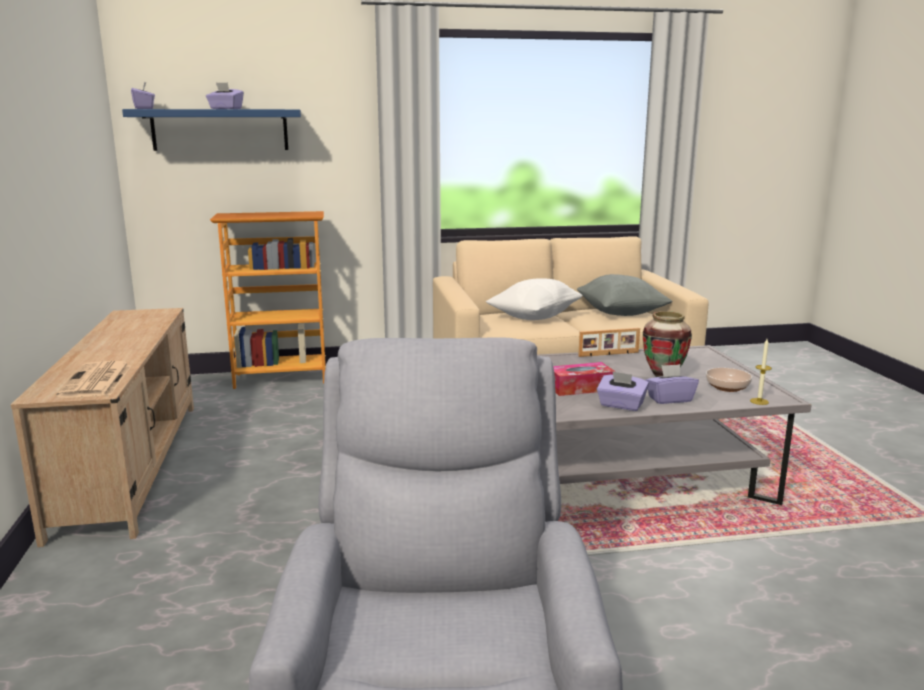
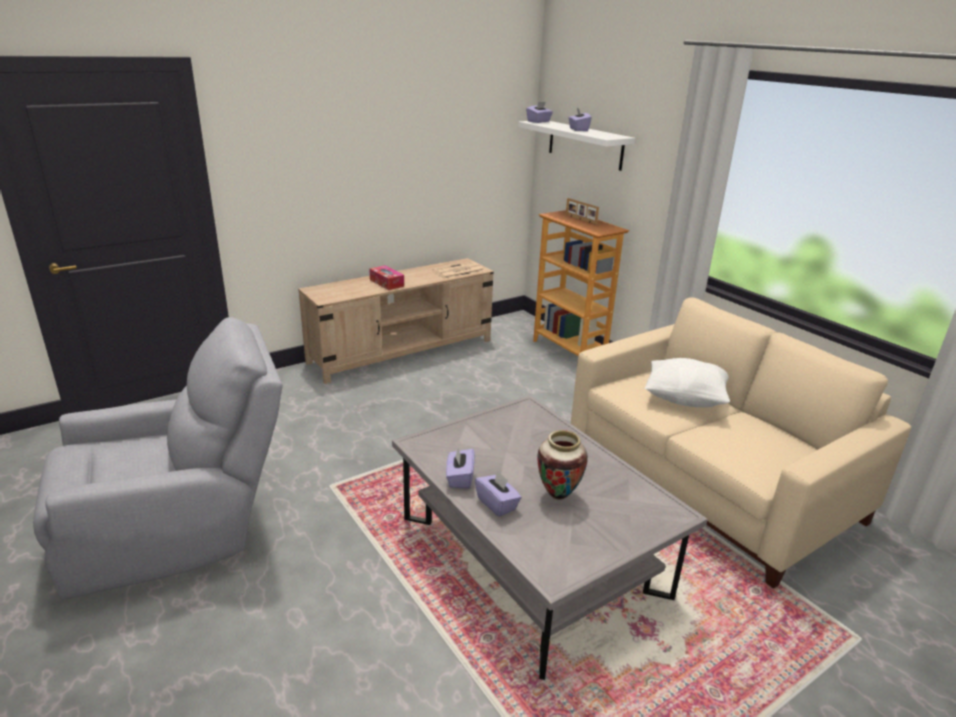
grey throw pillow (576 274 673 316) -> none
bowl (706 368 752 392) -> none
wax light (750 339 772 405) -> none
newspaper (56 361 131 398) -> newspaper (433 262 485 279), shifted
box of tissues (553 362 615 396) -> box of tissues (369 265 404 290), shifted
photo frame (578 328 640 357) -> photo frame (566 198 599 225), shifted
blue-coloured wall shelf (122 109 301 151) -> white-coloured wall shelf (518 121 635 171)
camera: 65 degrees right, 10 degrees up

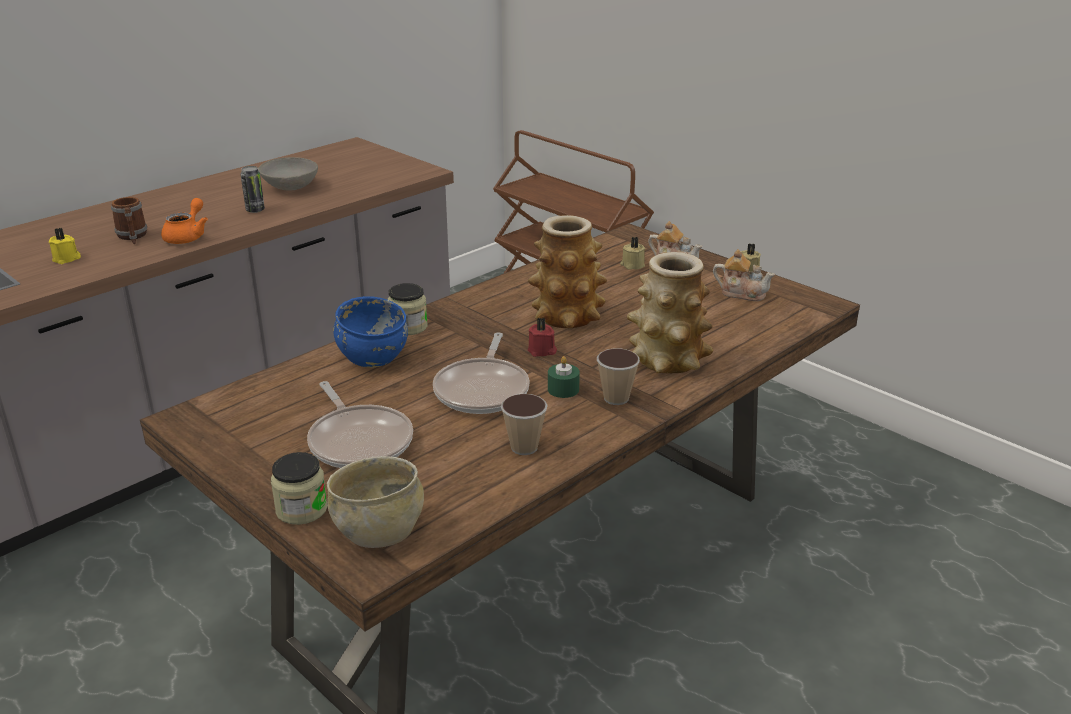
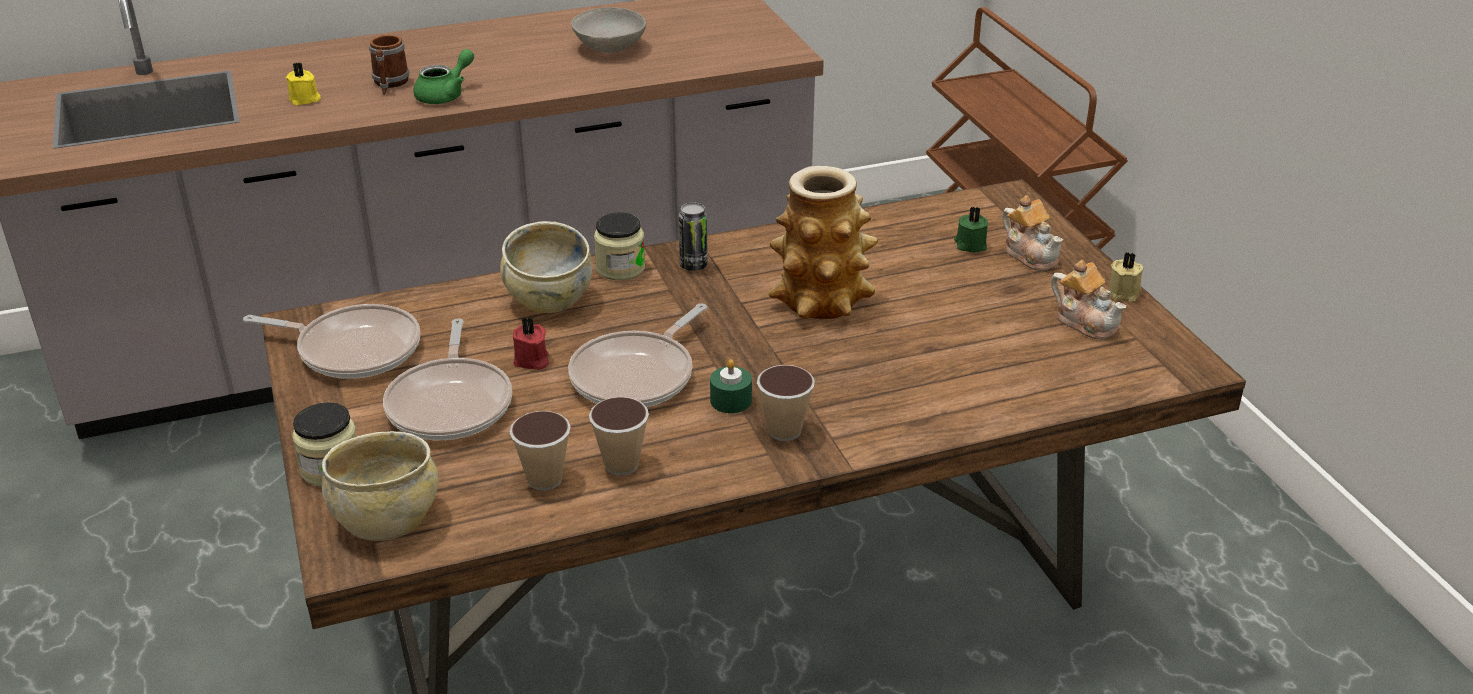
decorative vase (627 252 714 373) -> none
none -> skillet (243 304 421 379)
none -> drinking cup (510 411 571 491)
metal can (241 166 265 213) -> metal can (679 203 708 271), shifted
reddish wax light (528 318 557 357) -> reddish wax light (513 317 549 370), shifted
orange-coloured teapot (161 198 208 244) -> greenish teapot (413 49 474 104)
blue-coloured bowl (333 296 408 368) -> beige bowl (500 221 593 313)
beige wax light (620 237 645 269) -> greenish wax light (954 207 988 253)
camera: 25 degrees right, 5 degrees up

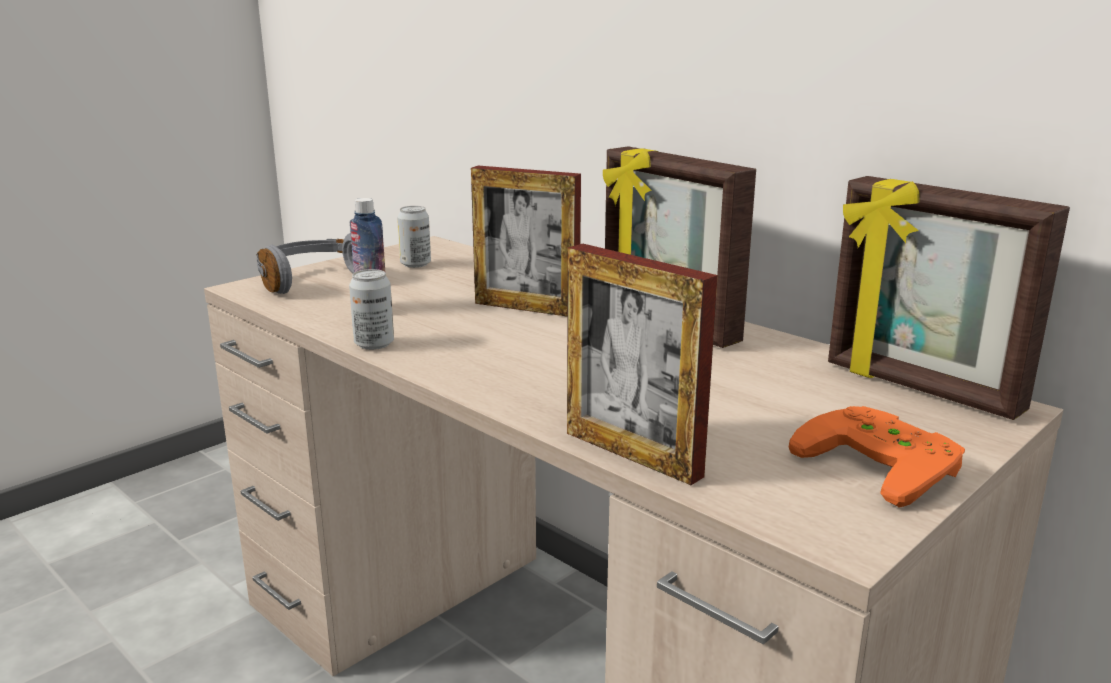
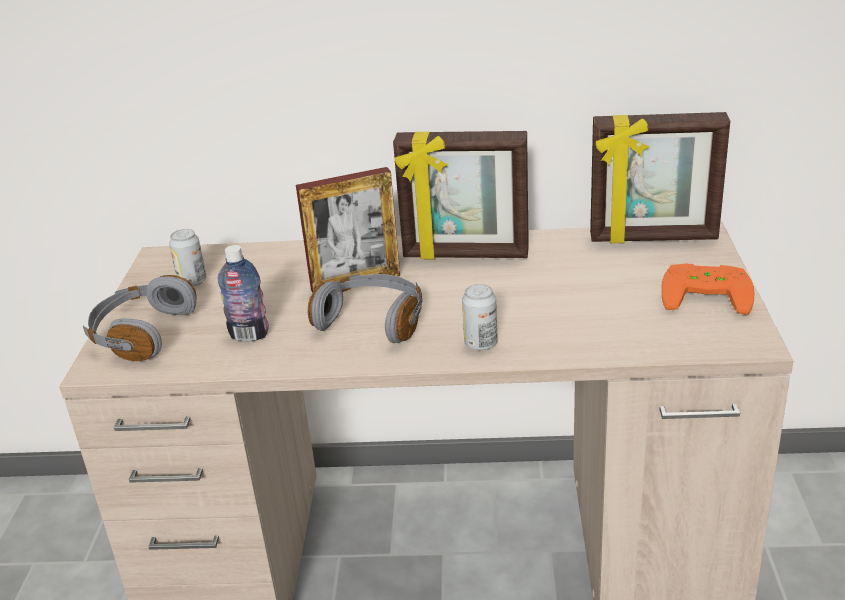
photo frame (567 244 718 485) -> none
none -> grey pair of headphones (308 274 422 343)
metal can (349 269 394 350) -> metal can (462 284 498 351), shifted
camera: 40 degrees left, 10 degrees up

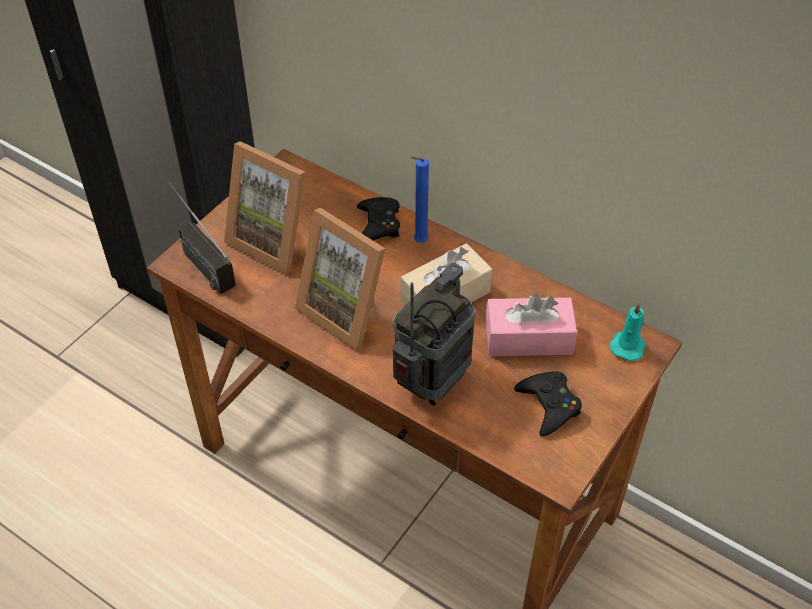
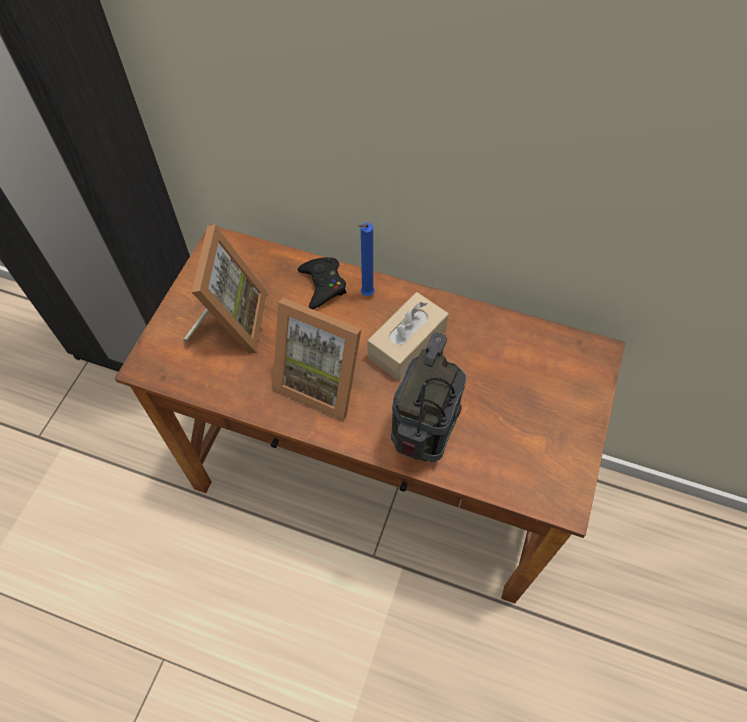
radio (167 179 236 294) -> none
pink box of tissues (485 294 577 356) -> none
black-coloured game controller (514 371 582 437) -> none
turquoise-coloured wax light (609 302 646 361) -> none
photo frame (224 141 305 274) -> photo frame (183 224 267 354), 105 degrees counterclockwise
camera: 15 degrees left, 10 degrees up

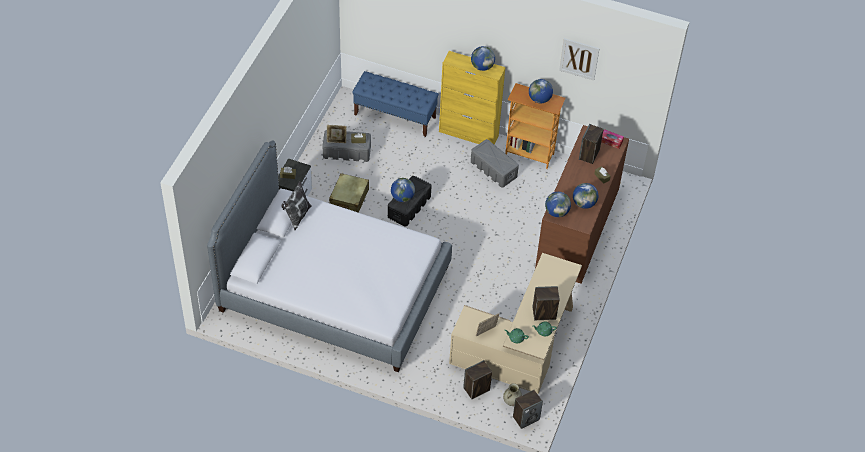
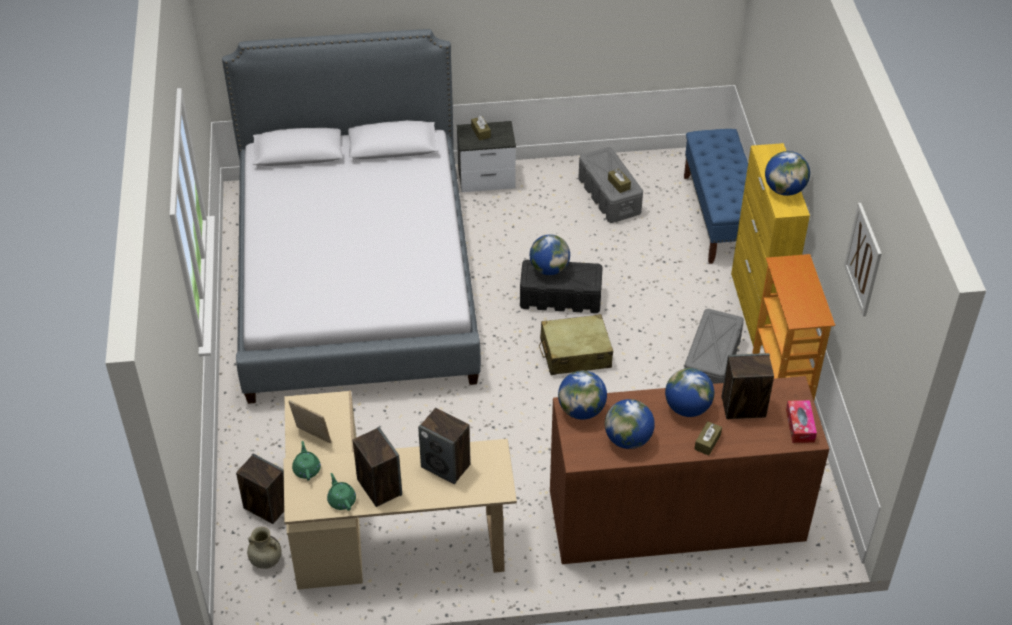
throw pillow (282 181 312 230) -> none
photo frame (327 125 347 143) -> none
beige suitcase (329 173 369 213) -> beige suitcase (539 314 613 375), shifted
audio speaker (513 390 543 429) -> audio speaker (418 408 471 484), shifted
desk globe (529 79 553 103) -> desk globe (665 368 714 417), shifted
camera: 65 degrees right, 5 degrees down

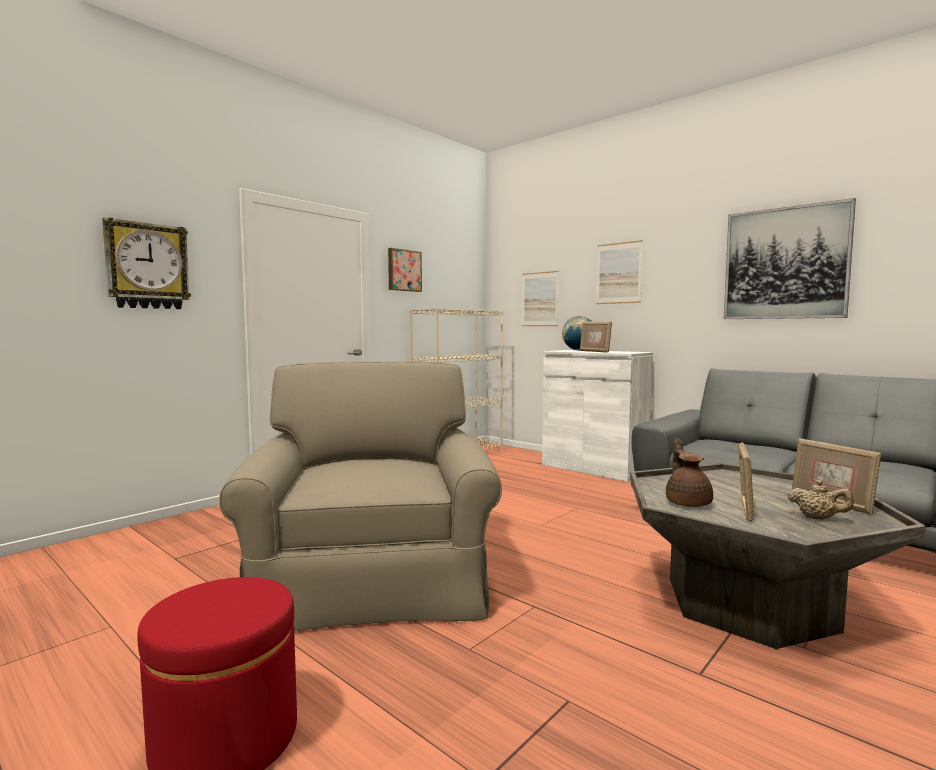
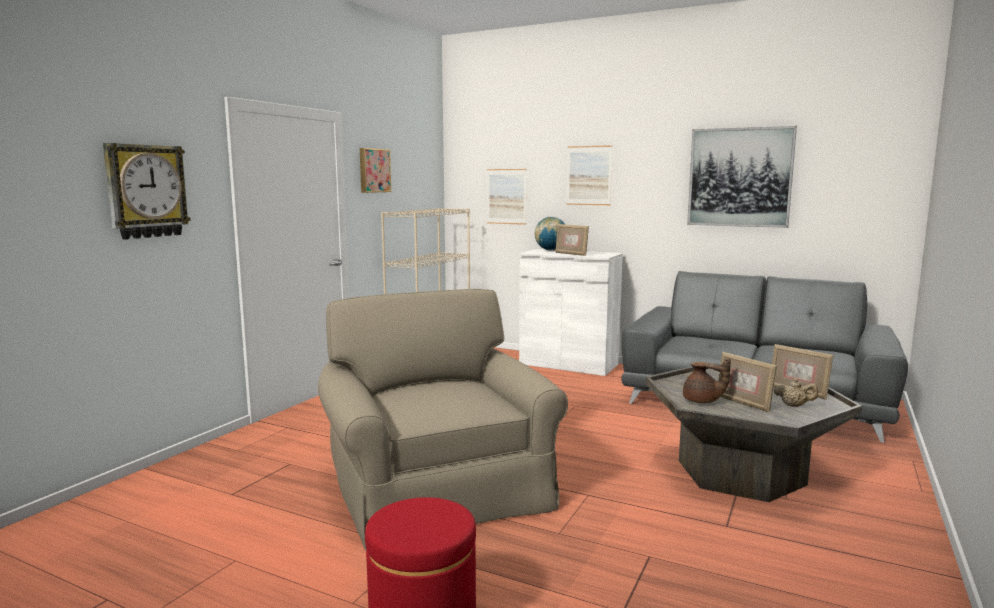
brown-coloured teapot (666 438 713 507) -> brown-coloured teapot (683 359 731 403), 135 degrees clockwise
photo frame (738 442 754 522) -> photo frame (718 352 777 412), 135 degrees clockwise
camera: 15 degrees left, 5 degrees up

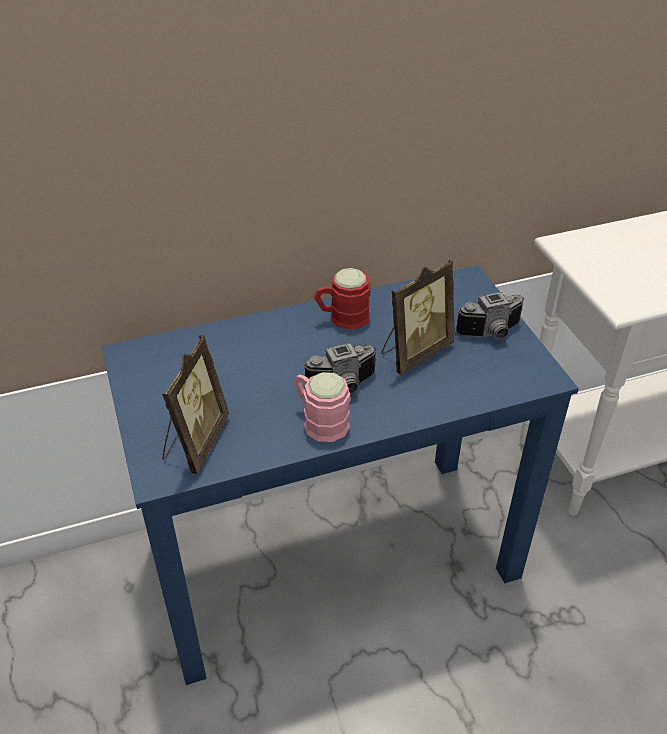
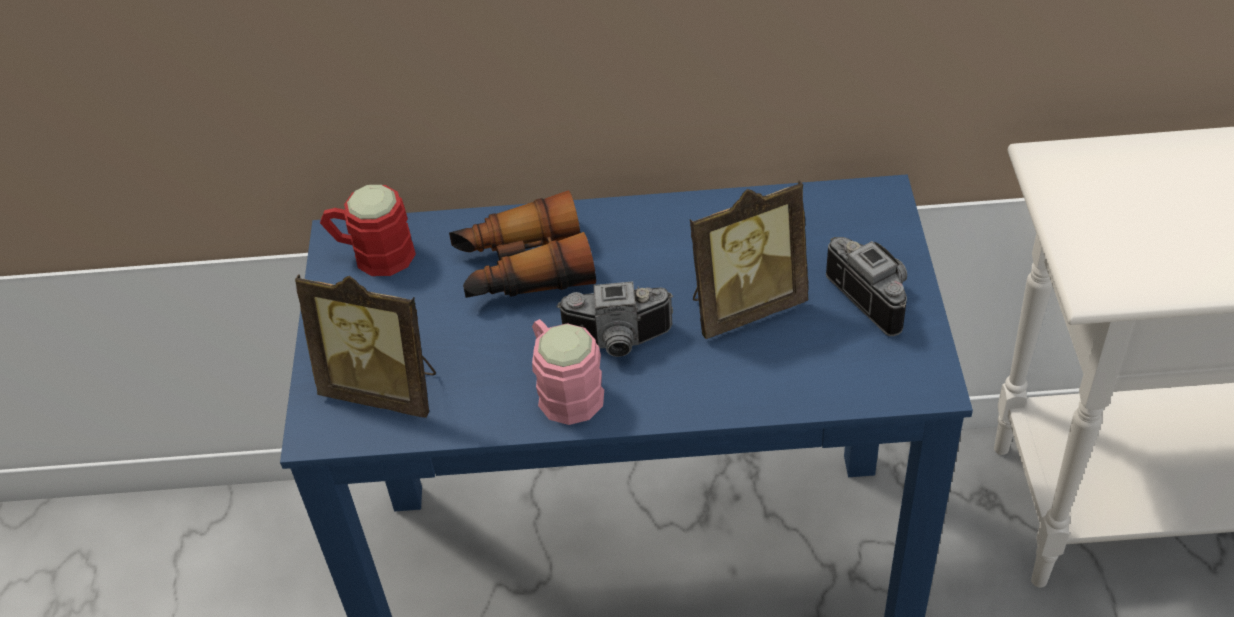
none -> pair of binoculars (449 190 596 298)
reddish coffee mug (314 268 371 330) -> reddish coffee mug (320 185 416 276), shifted
photo frame (162 335 229 474) -> photo frame (295 274 436 418), 75 degrees clockwise
photo camera (456 292 524 339) -> photo camera (826 237 907 336), 120 degrees counterclockwise
camera: 20 degrees right, 5 degrees up

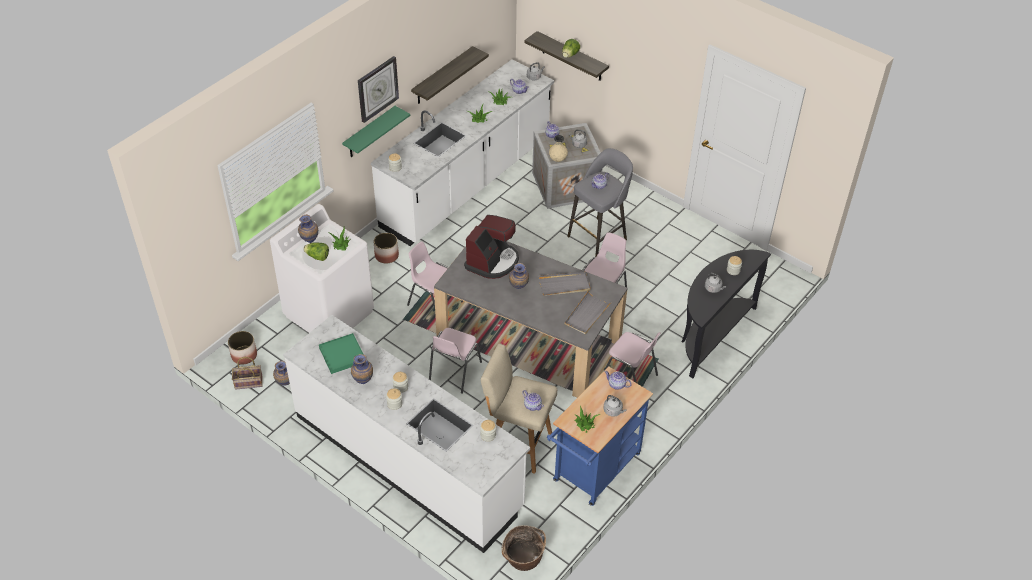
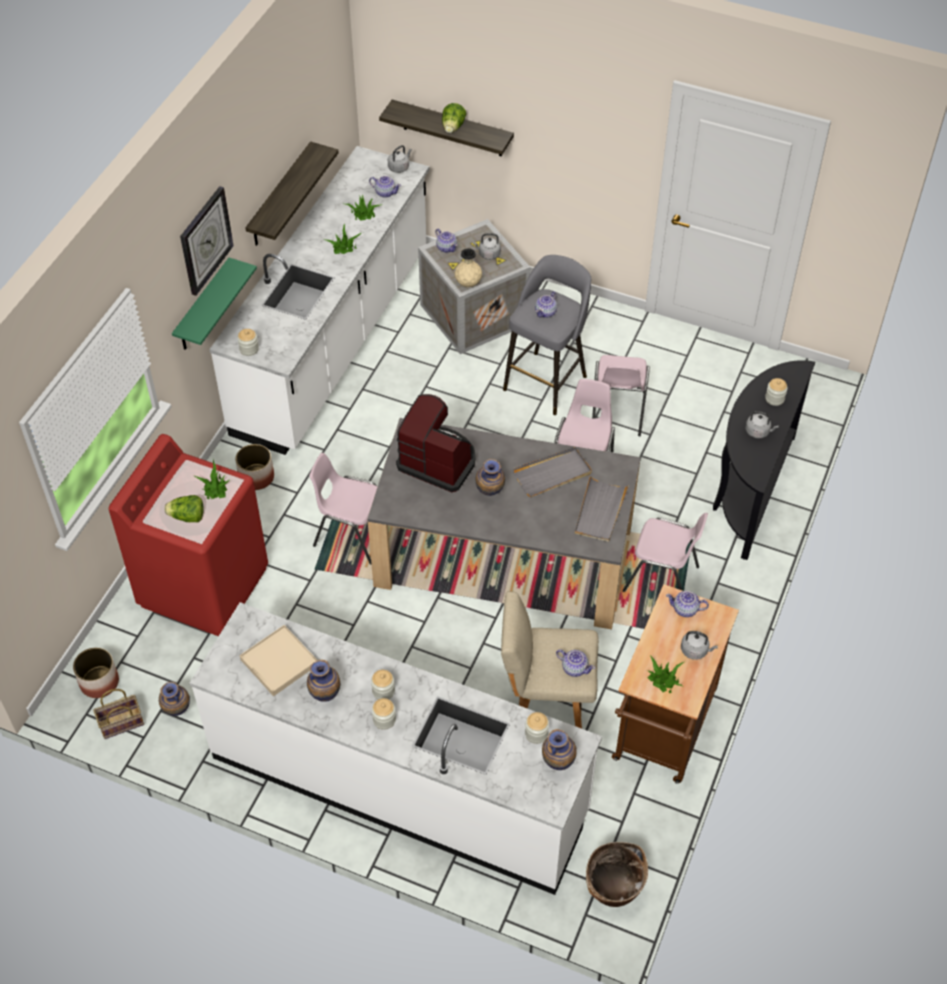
decorative vase (298 214 318 243) -> decorative vase (542 729 577 770), shifted
pink upright chair (429 328 482 394) -> pink upright chair (592 355 650 436), shifted
white-coloured laundry appliance (270 204 374 333) -> reddish laundry appliance (109 434 268 636)
greenish tray (319 333 364 374) -> beige tray (239 625 318 696)
blue-coloured cart (547 366 653 506) -> brown-coloured cart (612 584 739 784)
coffee maker (464 215 519 279) -> coffee maker (396 394 476 492), 75 degrees counterclockwise
camera: 15 degrees left, 5 degrees up

